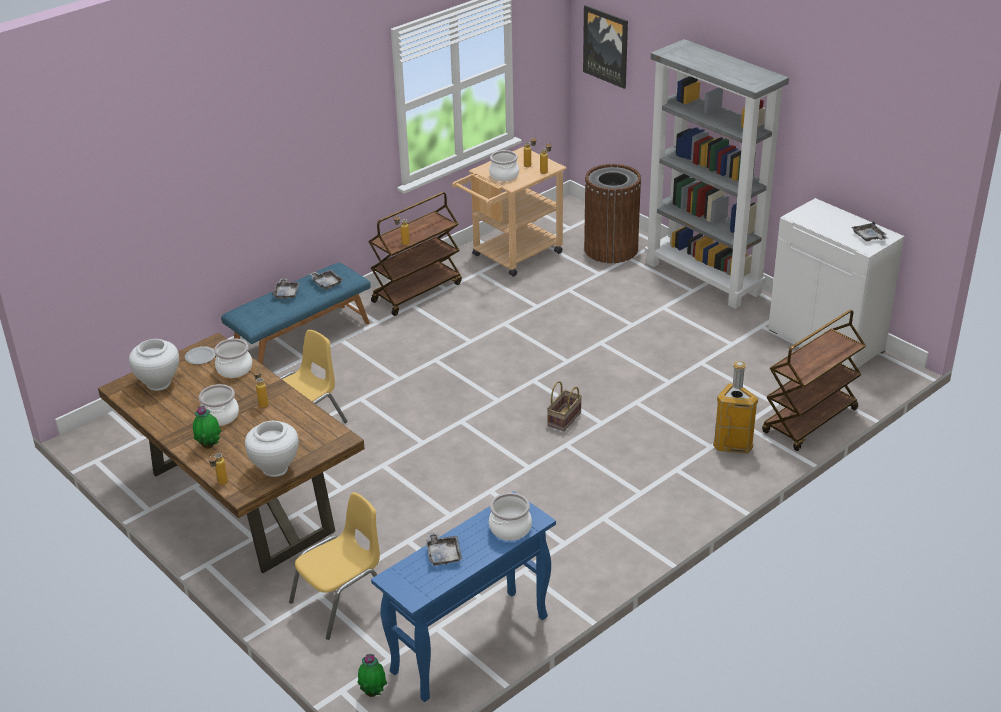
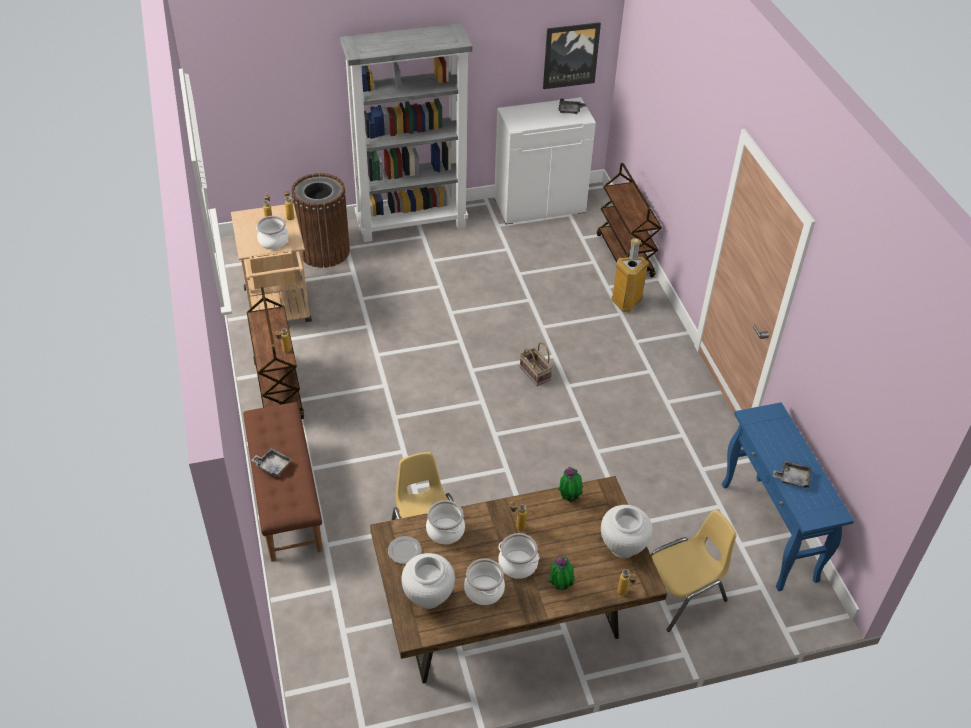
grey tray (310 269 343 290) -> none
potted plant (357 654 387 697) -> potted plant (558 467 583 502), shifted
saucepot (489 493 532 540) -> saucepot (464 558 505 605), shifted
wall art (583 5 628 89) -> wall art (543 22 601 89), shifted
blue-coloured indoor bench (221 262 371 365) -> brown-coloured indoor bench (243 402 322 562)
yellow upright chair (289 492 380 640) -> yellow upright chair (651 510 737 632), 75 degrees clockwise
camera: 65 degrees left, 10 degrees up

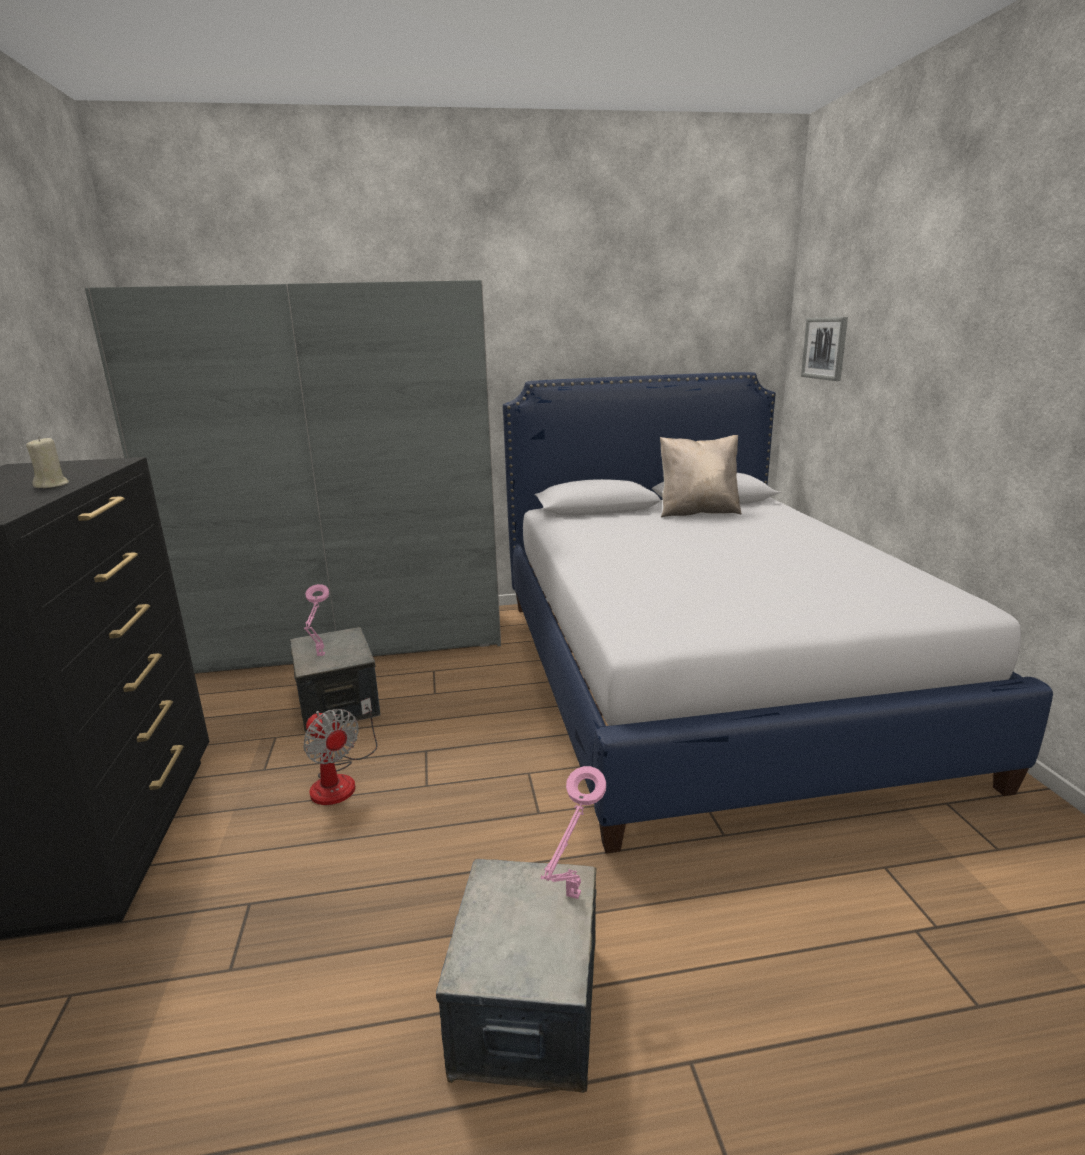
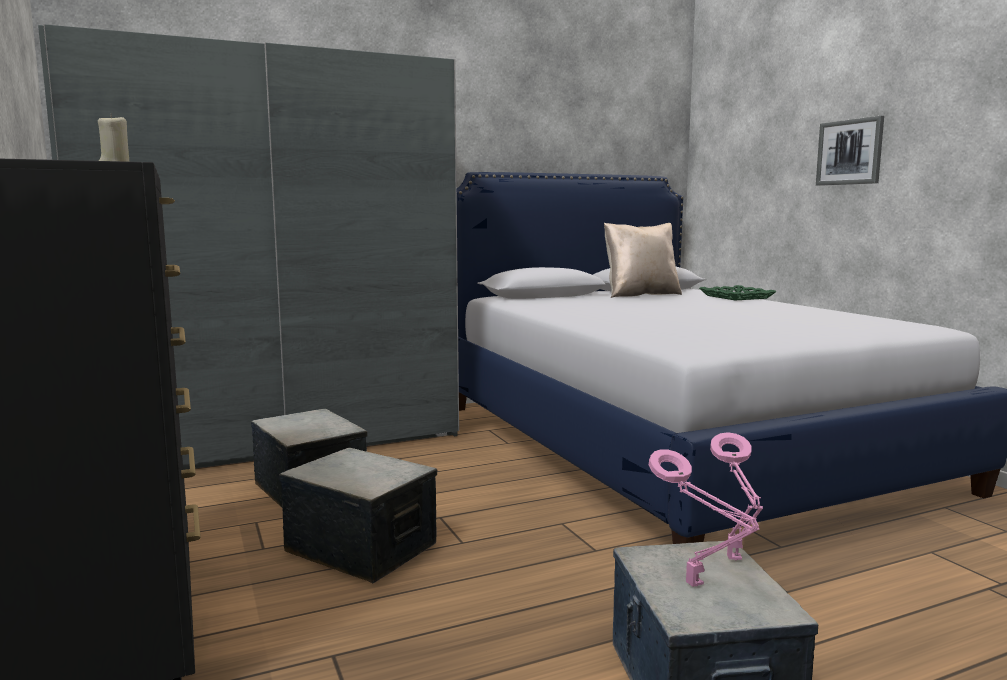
none -> greenish tray (699 285 777 300)
pink table lamp (304 584 329 656) -> pink table lamp (649 449 759 587), shifted
wall art (801 317 848 381) -> wall art (816 116 884 186), shifted
electric fan (303 698 378 805) -> storage box (279 448 437 583)
camera: 15 degrees left, 10 degrees down

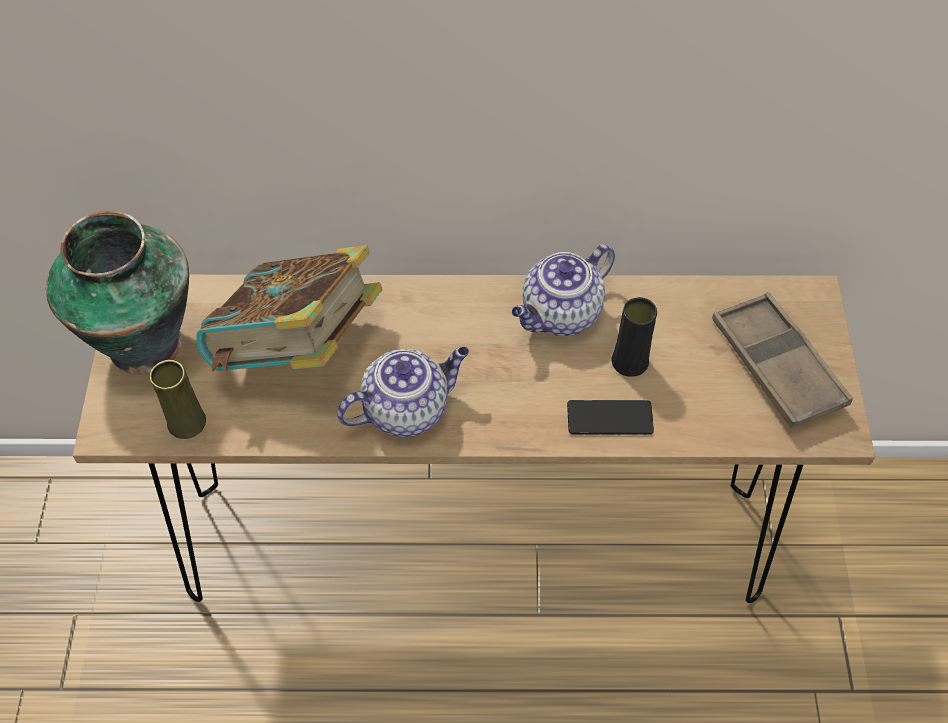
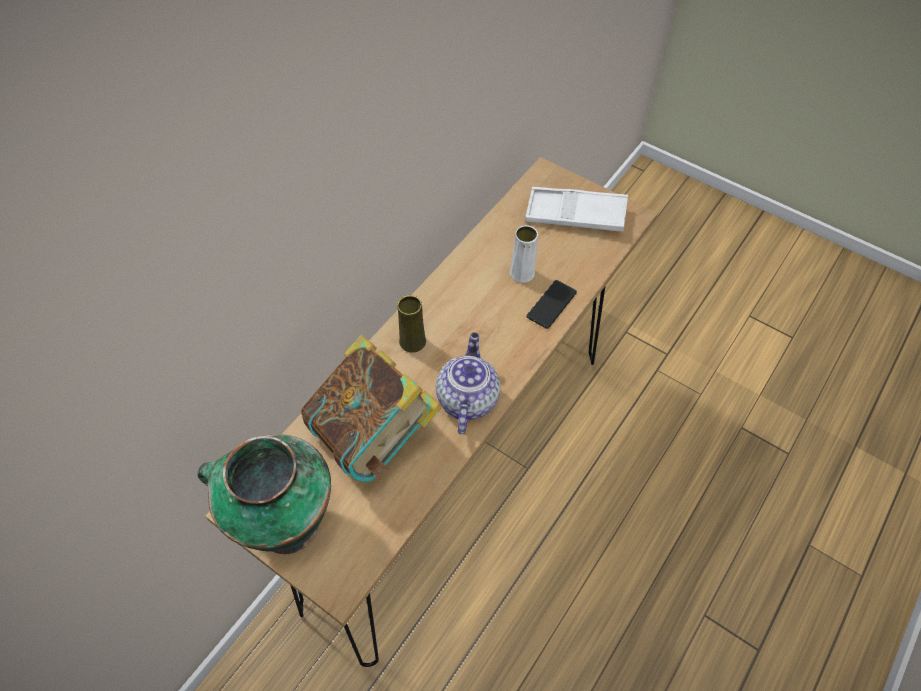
teapot (512 244 615 336) -> none
yellow decorative vase (150 360 206 439) -> yellow decorative vase (397 295 426 353), shifted
black-coloured decorative vase (611 297 657 377) -> white-coloured decorative vase (510 225 538 283)
brown-coloured tray (712 292 853 429) -> white-coloured tray (525 187 628 231)
camera: 55 degrees left, 0 degrees up

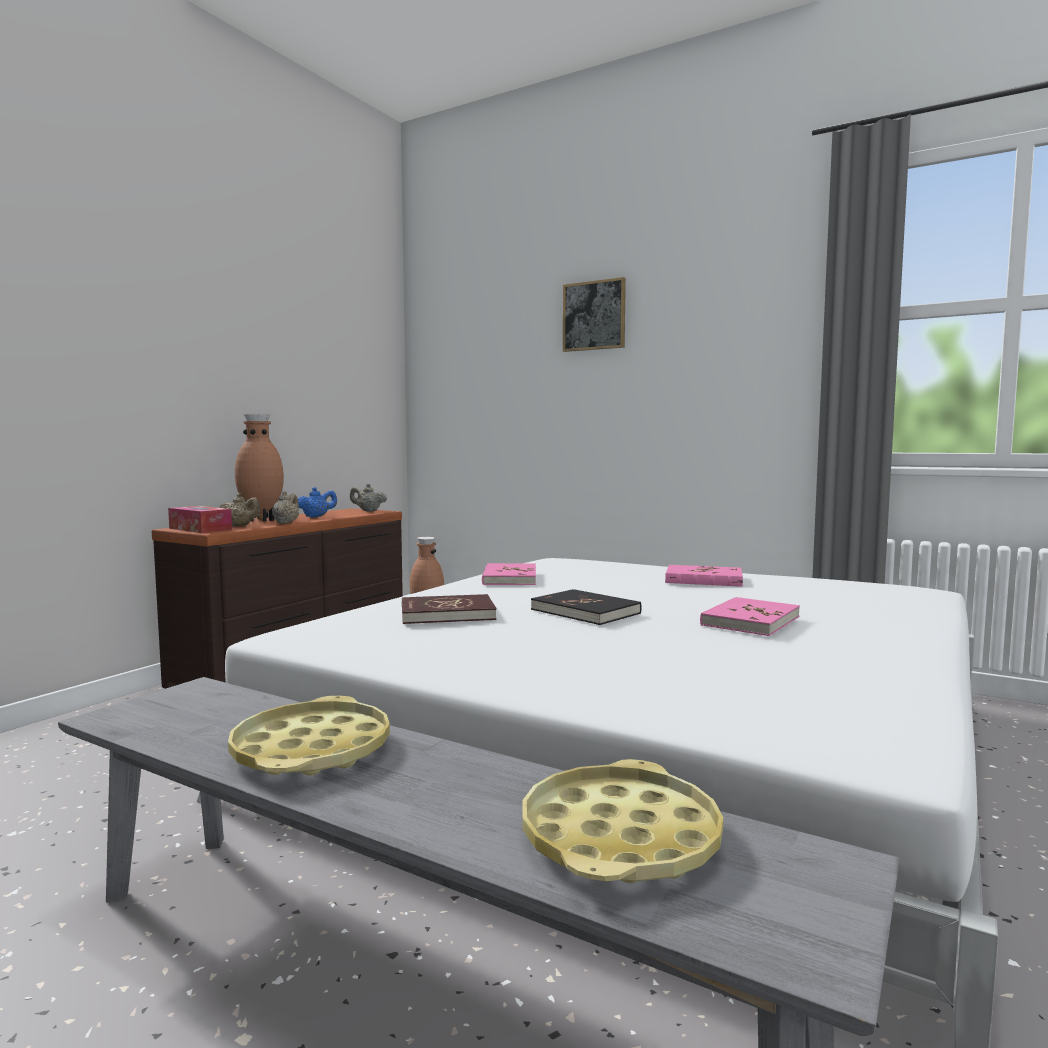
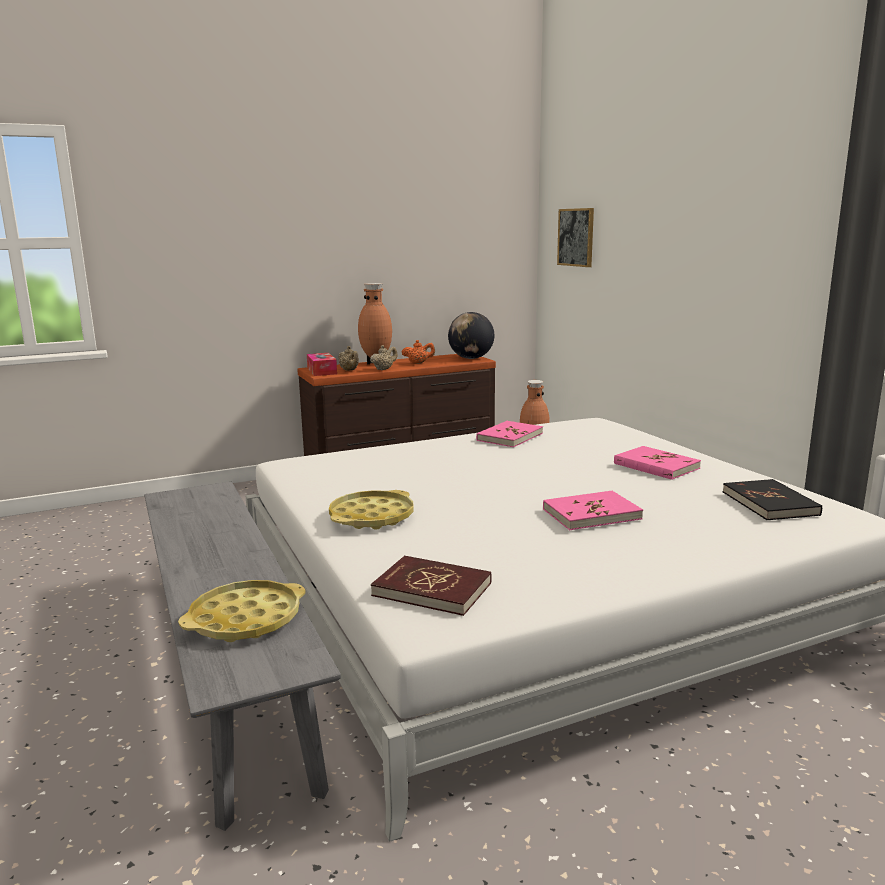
yellow tray (228 696 390 775) -> yellow tray (329 490 414 530), shifted
reddish bound book (402 594 497 624) -> reddish bound book (371 556 491 616), shifted
black-coloured bound book (531 589 641 625) -> black-coloured bound book (723 479 822 520), shifted
wall art (563 277 626 352) -> wall art (557 208 594 267), shifted
beige teapot (350 484 387 512) -> desk globe (448 312 494 359)
blue-coloured teapot (298 487 337 518) -> orange-coloured teapot (402 340 435 364)
camera: 35 degrees right, 10 degrees up

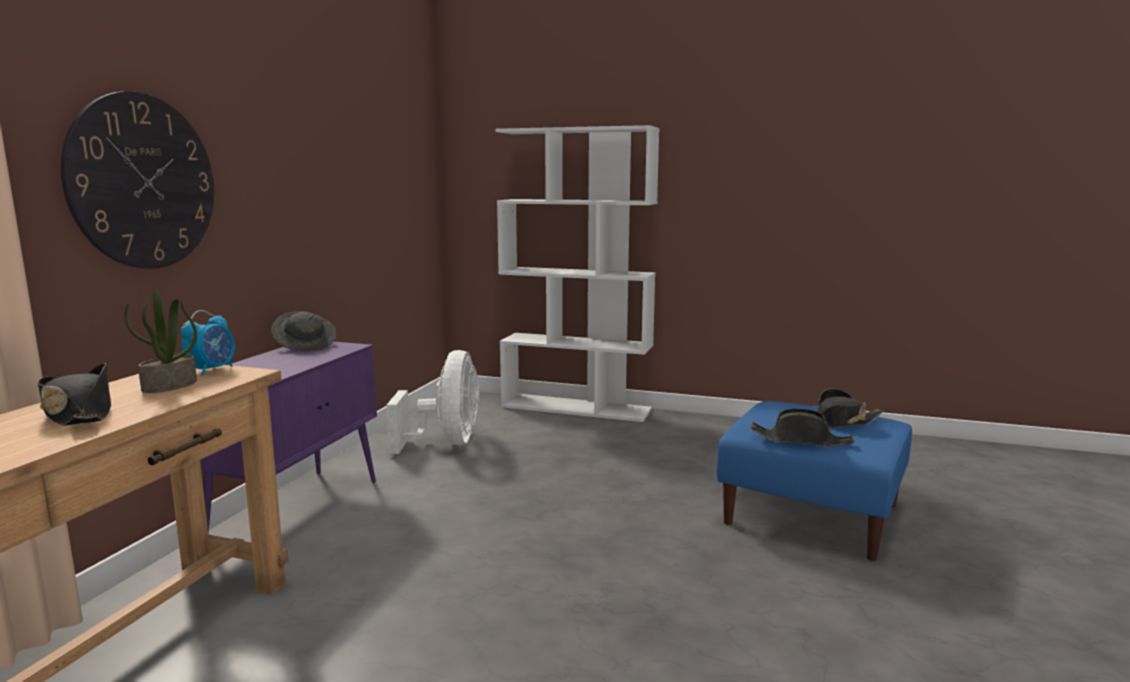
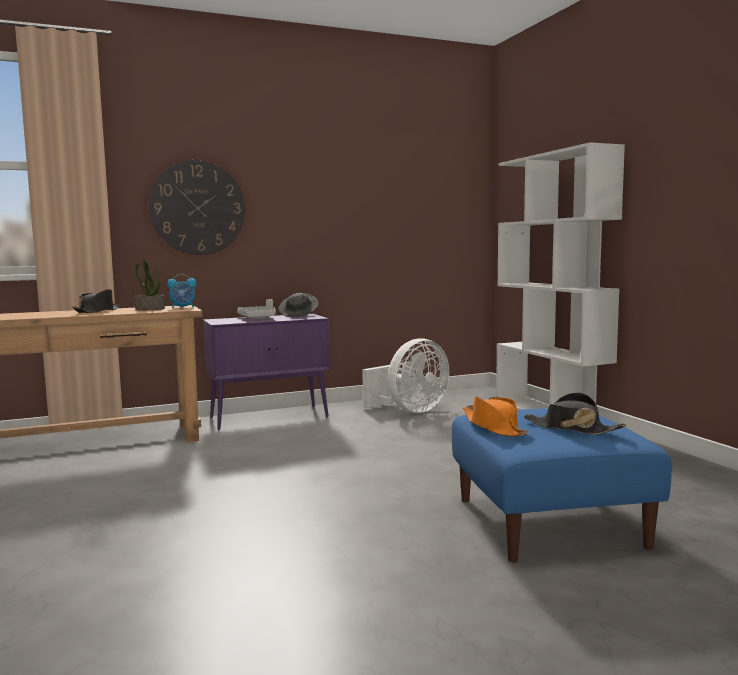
none -> grey tray (237 299 276 319)
black-coloured clothing hat (750 408 855 447) -> orange-coloured clothing hat (463 396 528 436)
camera: 50 degrees right, 5 degrees down

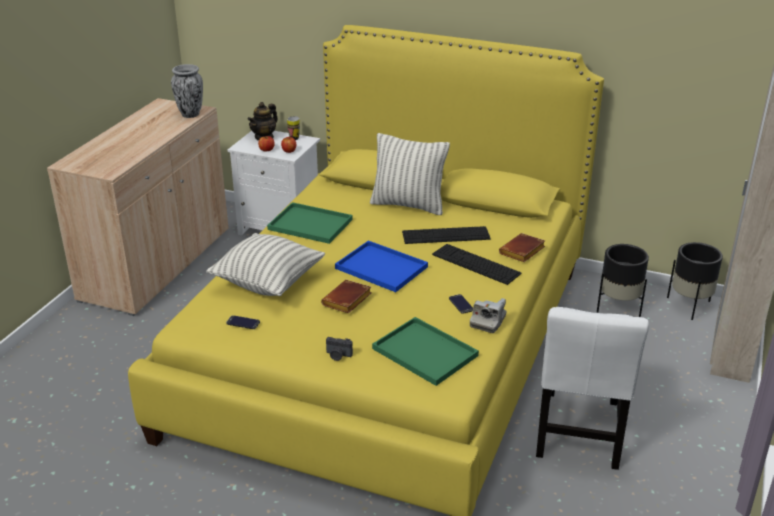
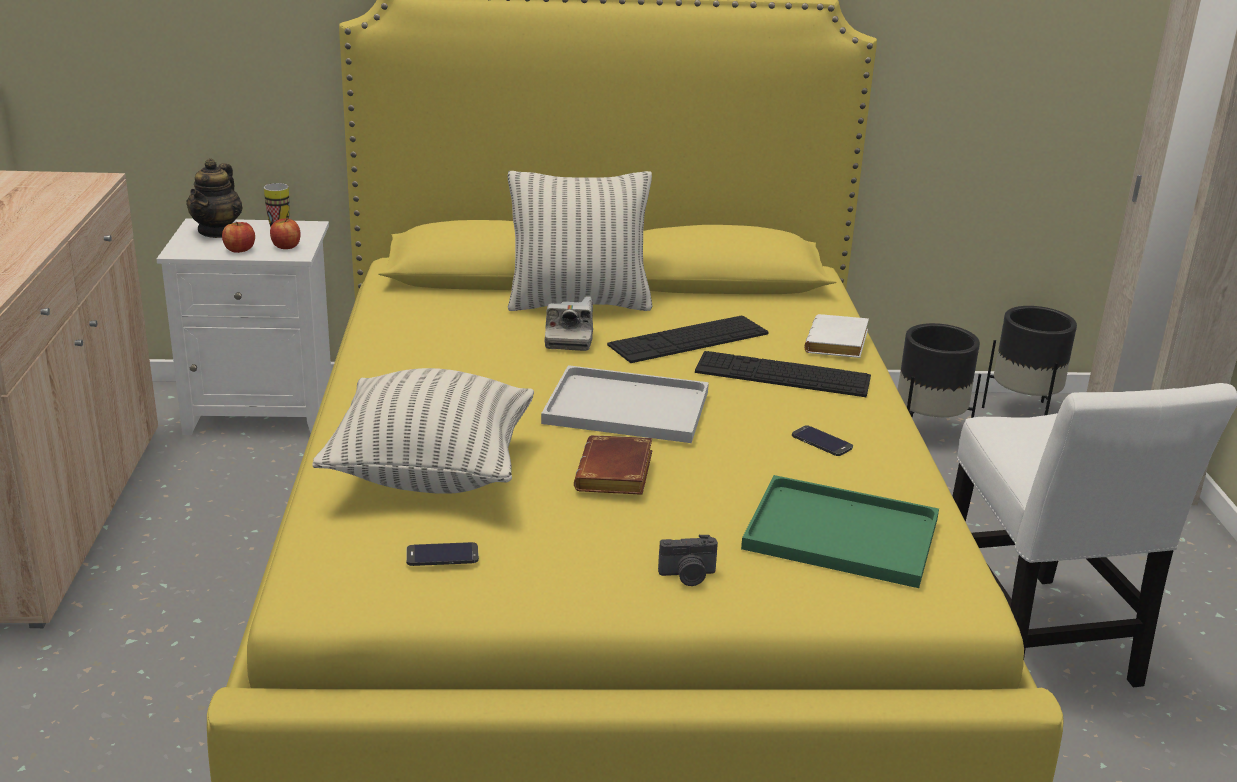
decorative vase (171 64 203 118) -> none
greenish tray (267 202 353 244) -> none
photo camera (470 298 507 333) -> photo camera (544 297 593 351), shifted
blue-coloured tray (335 240 428 292) -> white-coloured tray (541 365 709 443)
brown-coloured bound book (499 233 545 262) -> white-coloured bound book (804 314 869 358)
camera: 25 degrees left, 5 degrees down

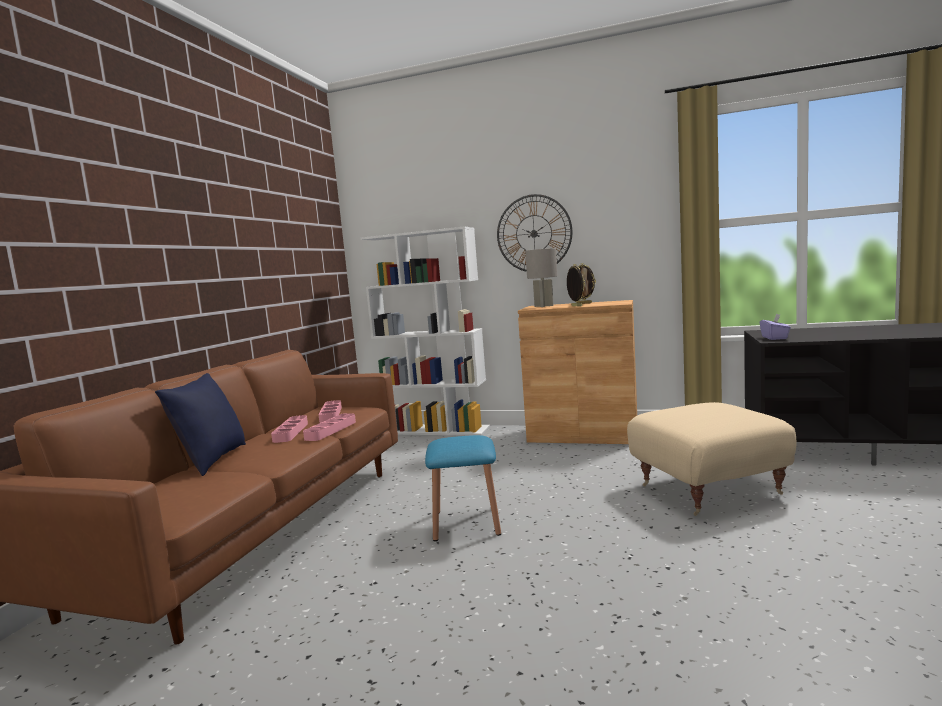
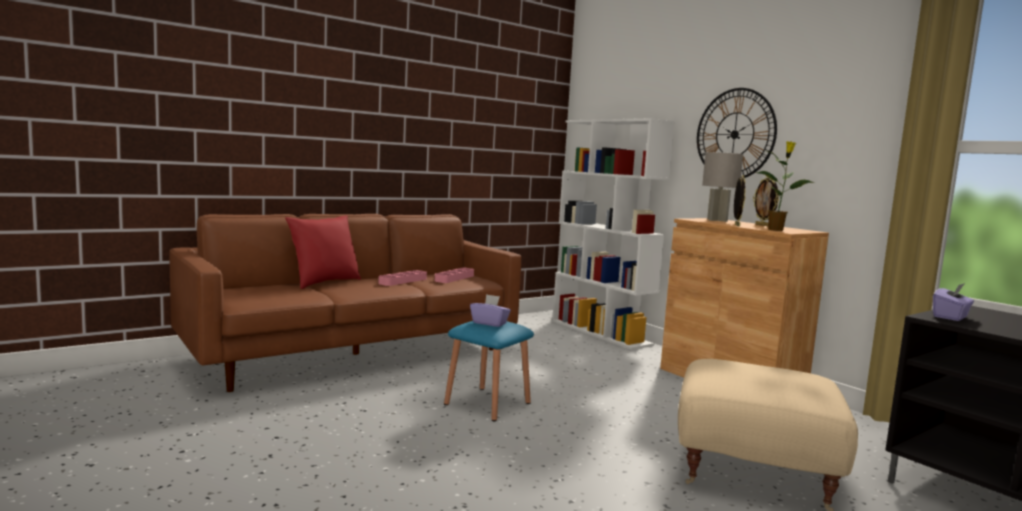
pink tray (303 413 356 441) -> none
none -> purple-coloured box of tissues (470 294 511 327)
none -> potted plant (757 141 813 231)
blue-coloured throw pillow (155 373 246 476) -> reddish throw pillow (285 216 361 289)
camera: 35 degrees right, 0 degrees up

